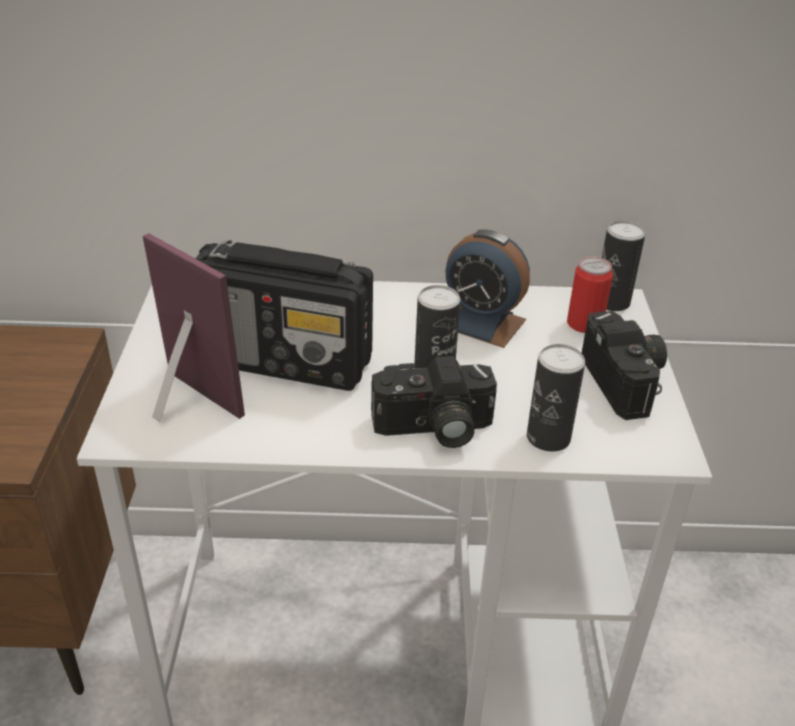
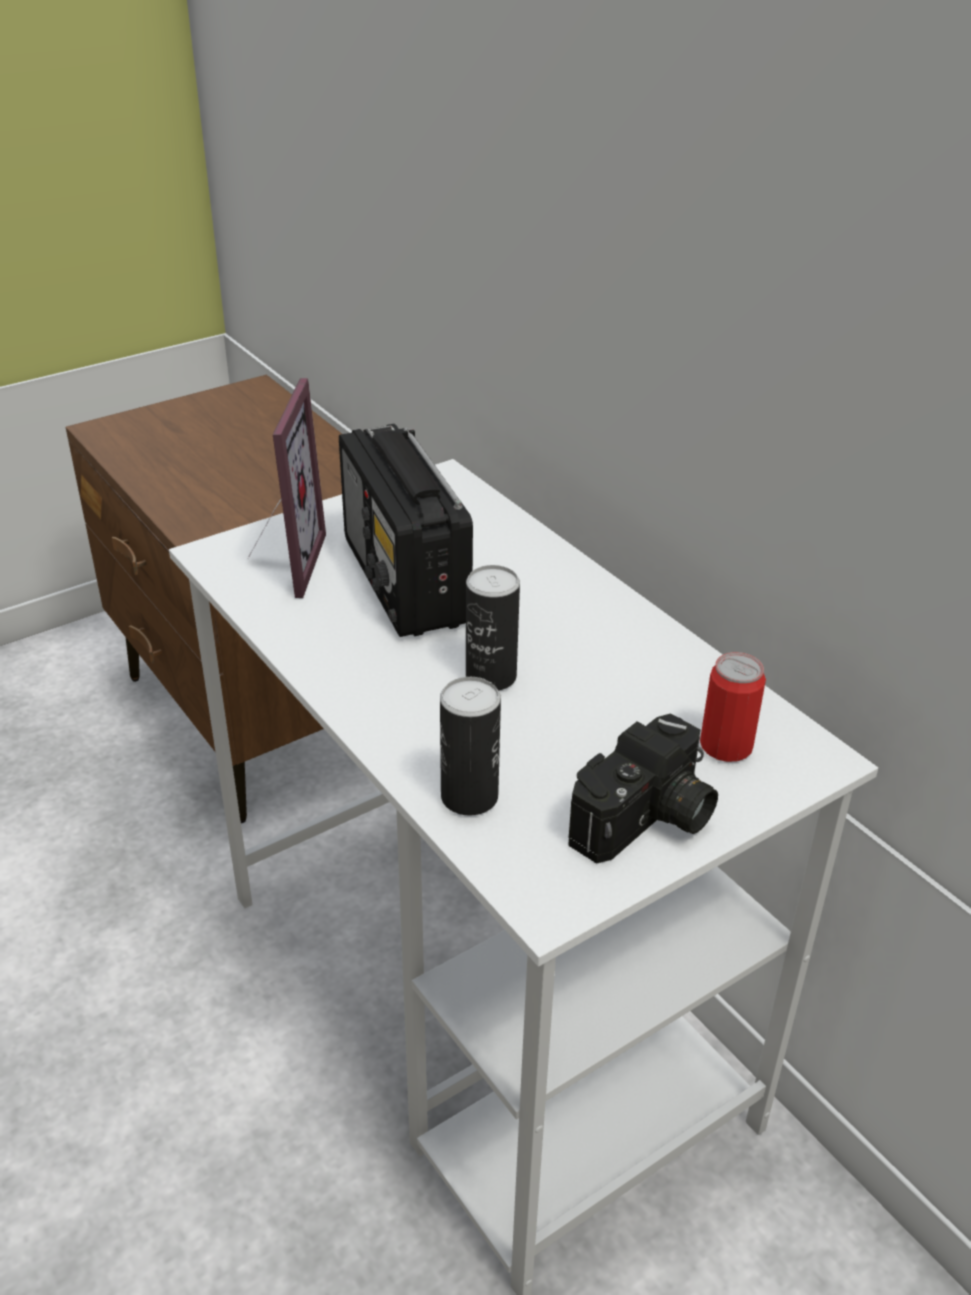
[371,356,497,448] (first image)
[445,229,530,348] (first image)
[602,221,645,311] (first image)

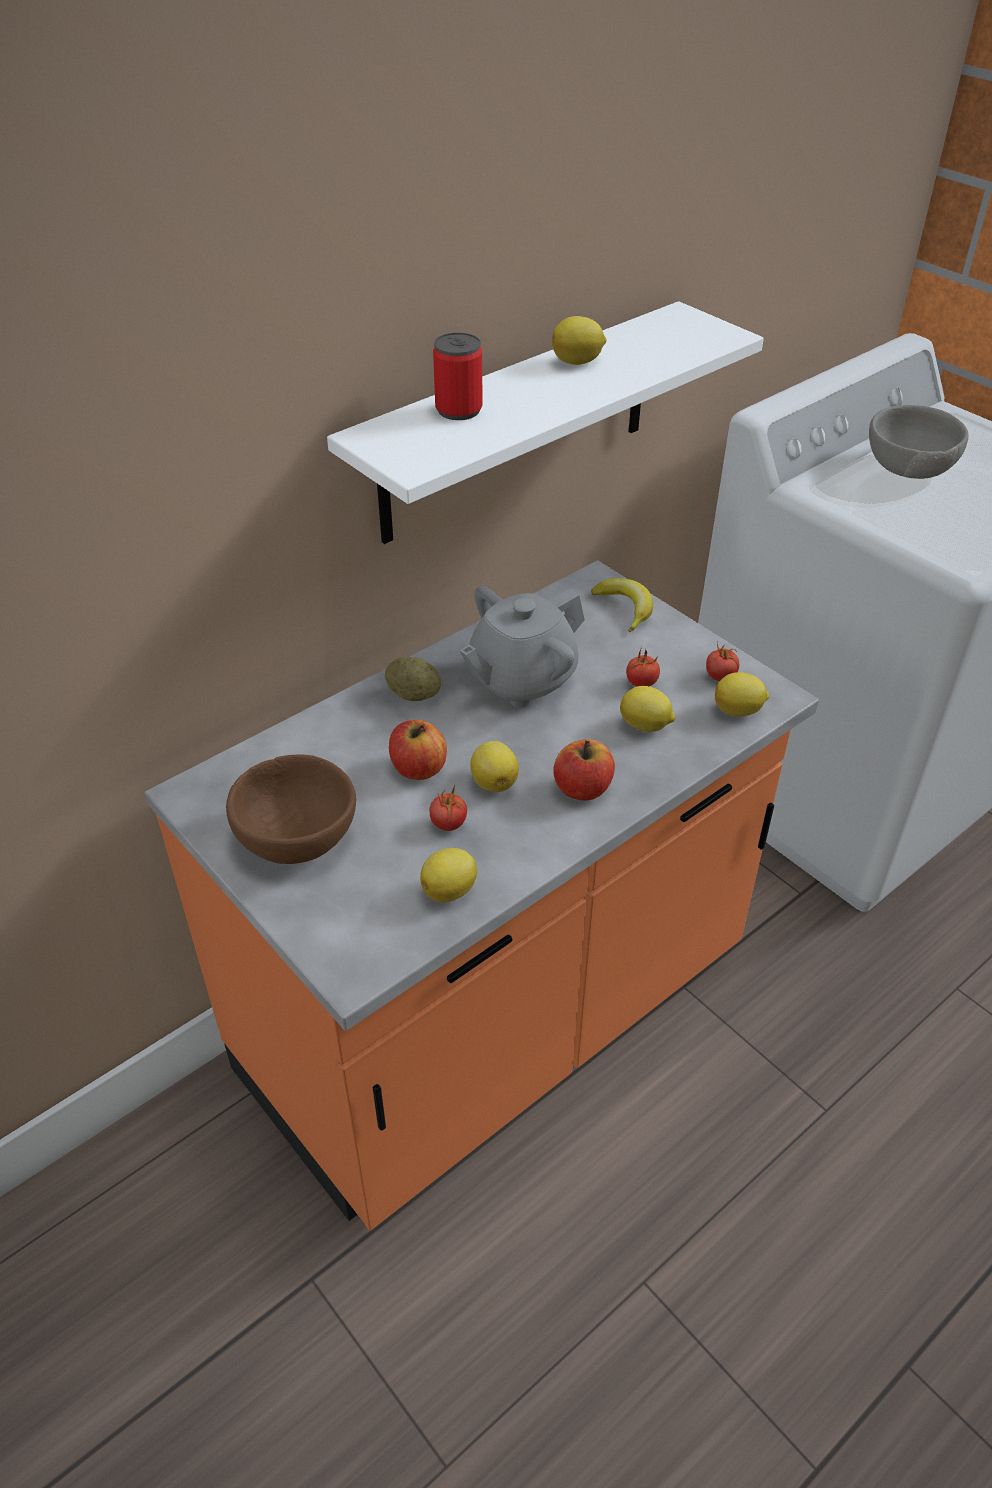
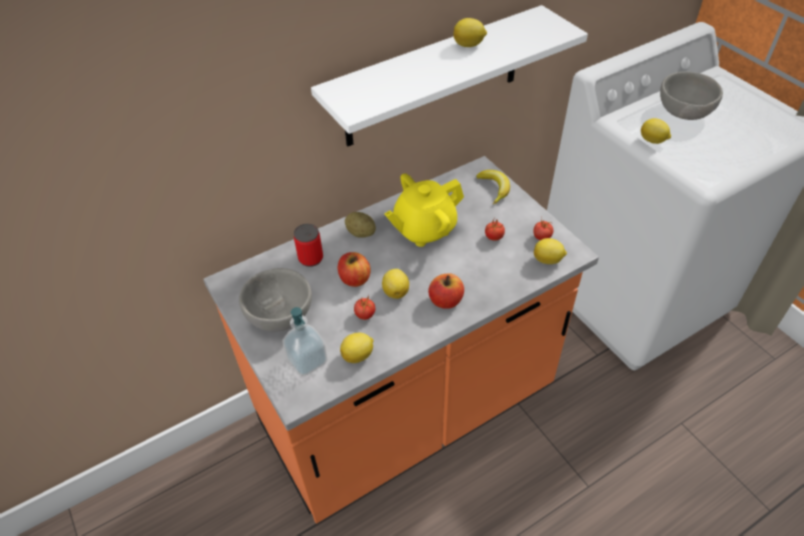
[239,268,312,332]
[294,224,323,267]
[384,173,464,247]
[641,118,671,144]
[283,307,327,376]

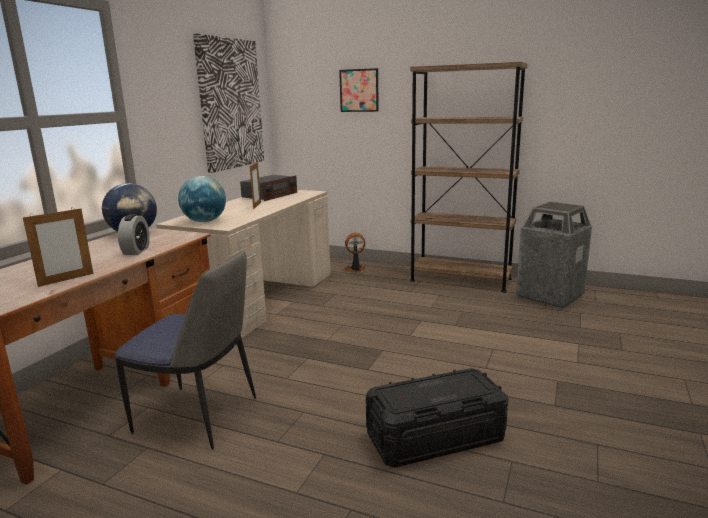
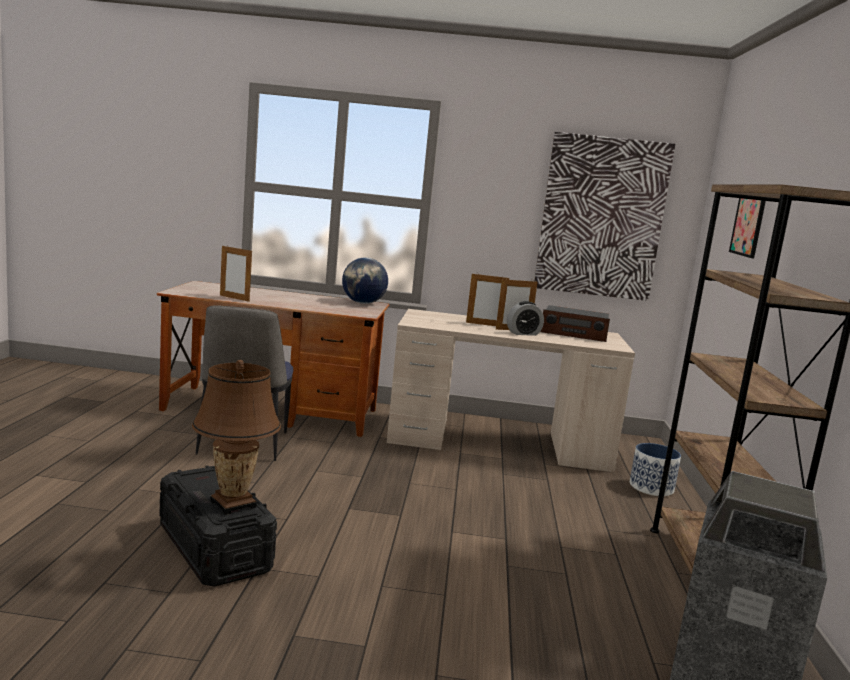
[507,301,544,336]
[178,176,226,222] (first image)
[630,443,681,496]
[192,360,281,515]
[466,273,509,326]

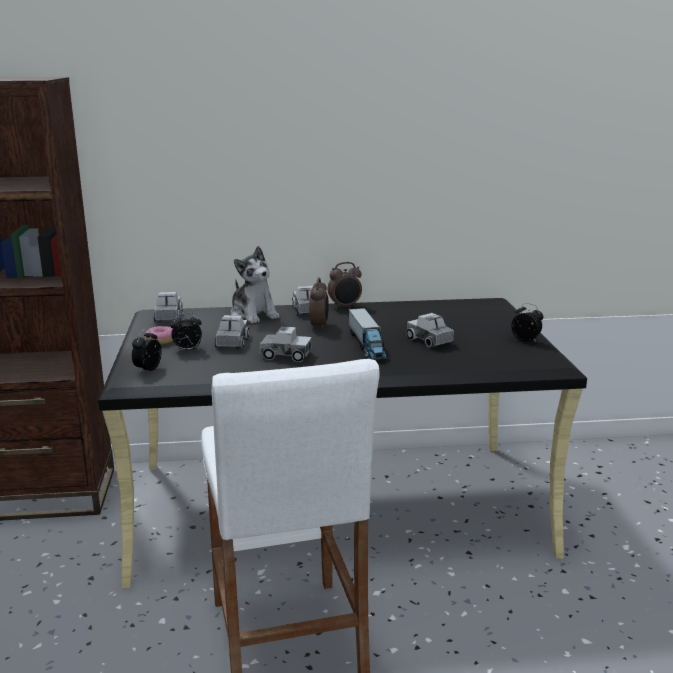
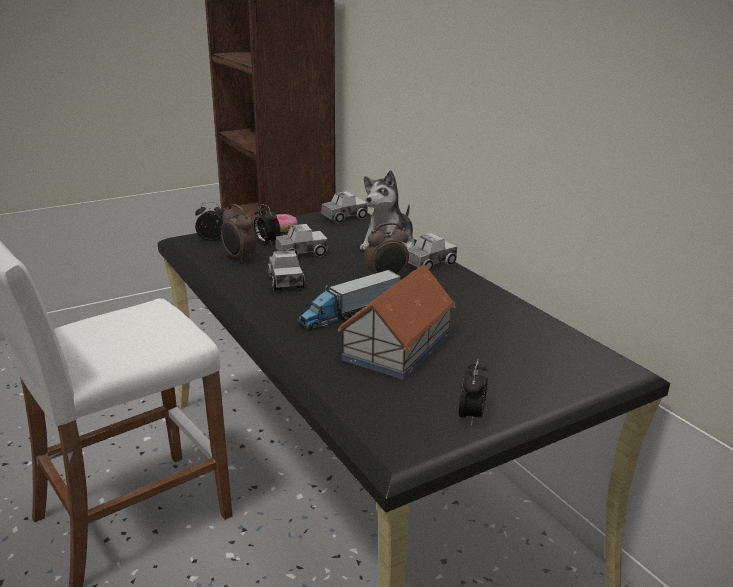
[221,204,256,263]
[338,264,456,380]

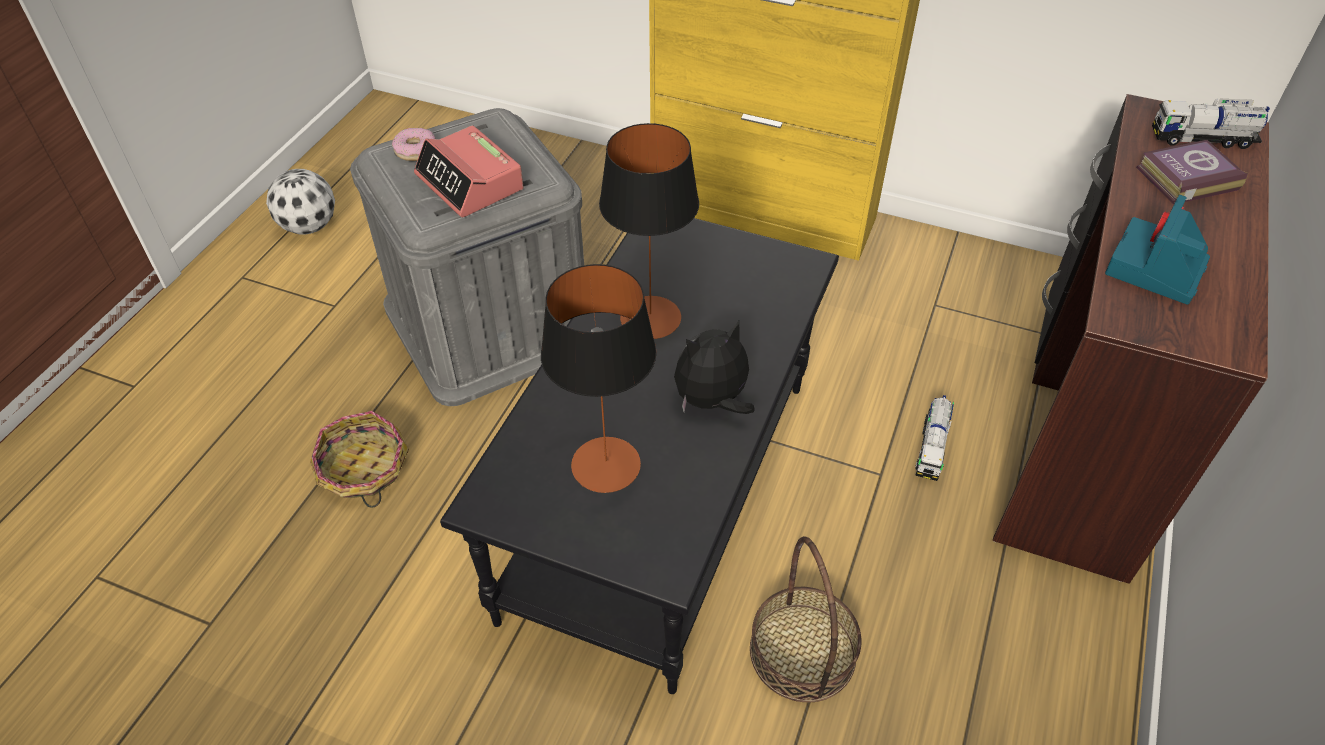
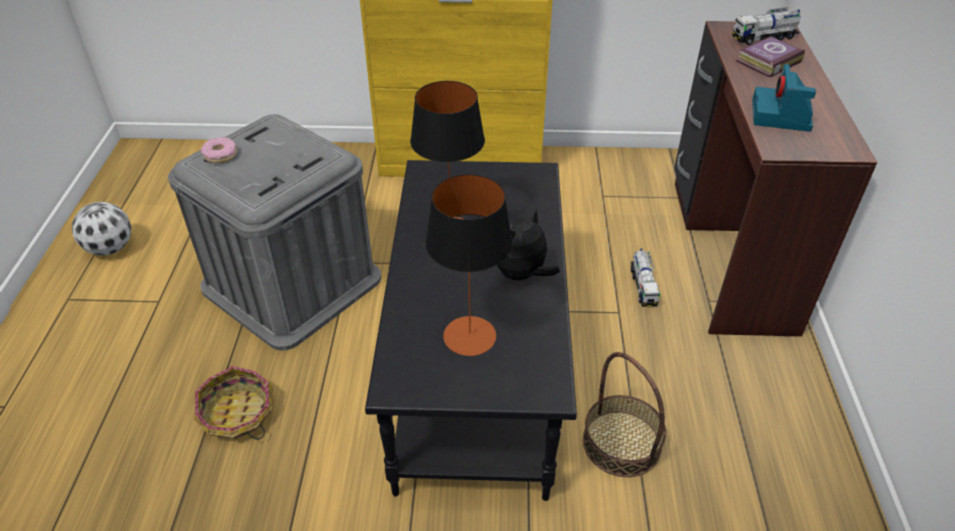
[414,125,524,217] (first image)

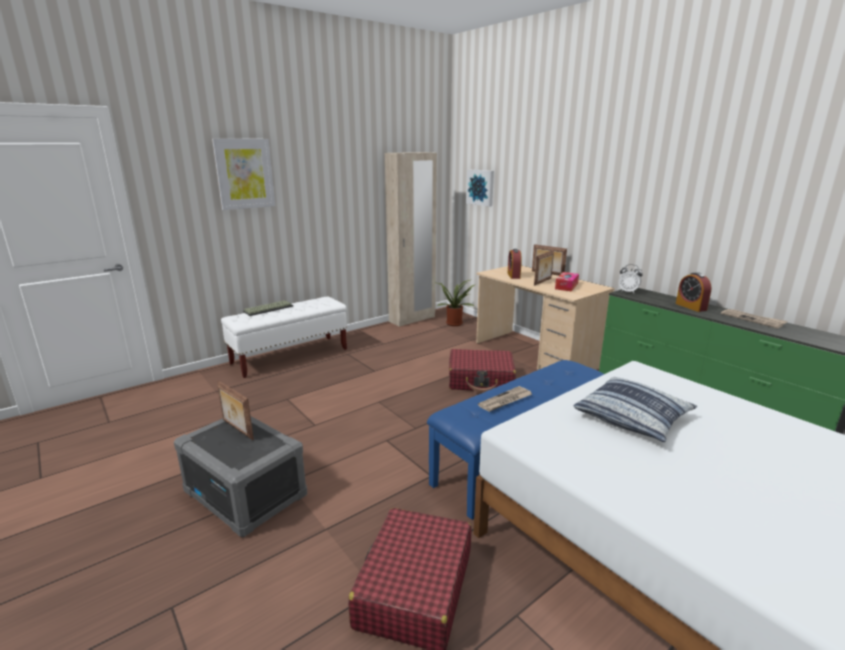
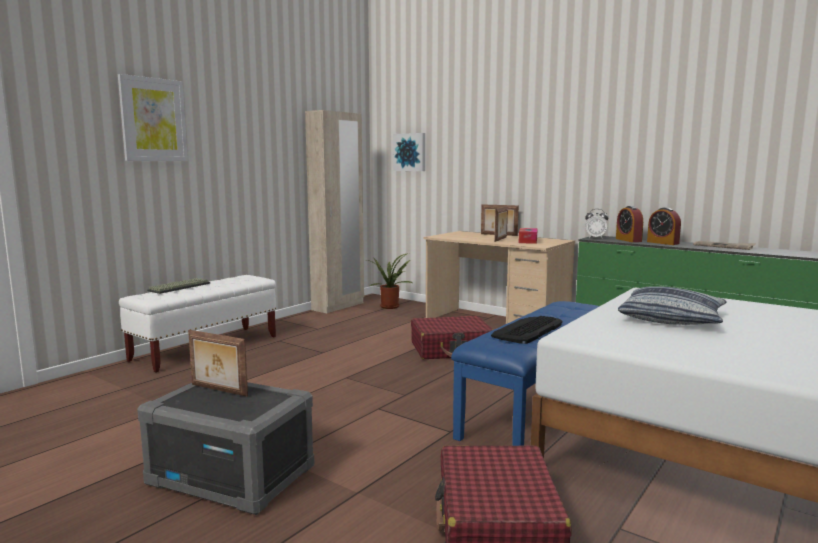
[491,316,562,344]
[616,206,643,242]

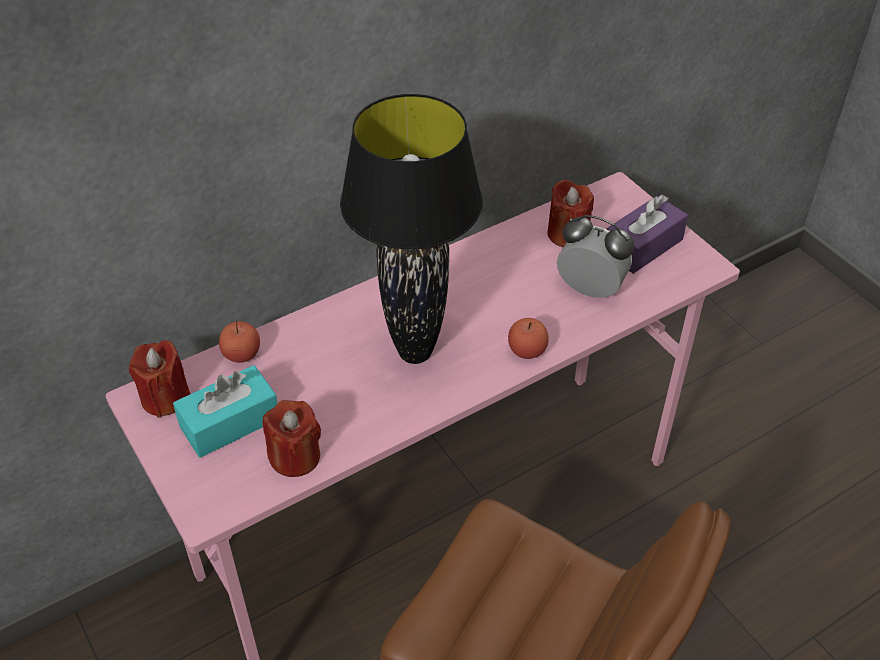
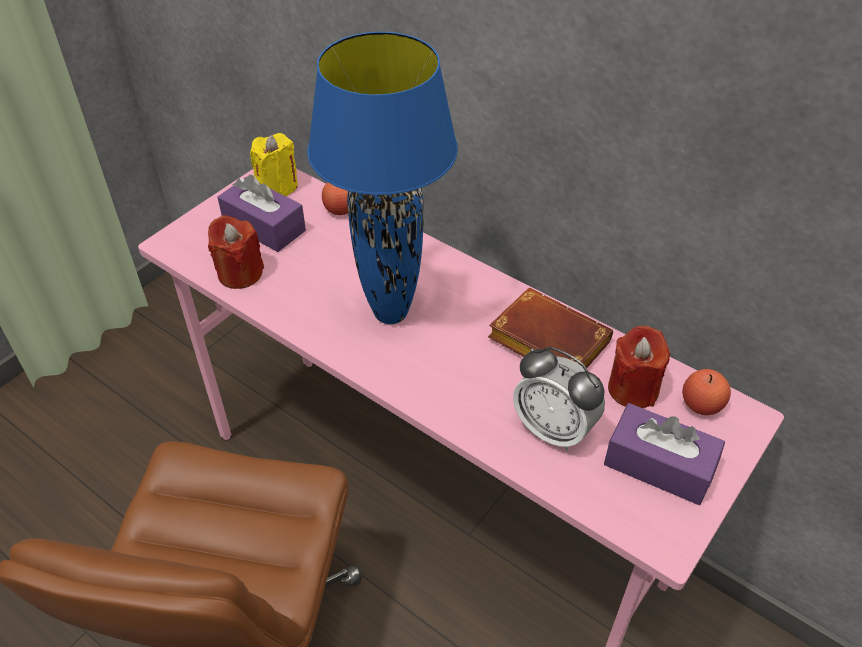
[250,133,298,196]
[218,175,306,252]
[307,32,458,324]
[682,369,731,415]
[513,347,605,451]
[488,288,613,368]

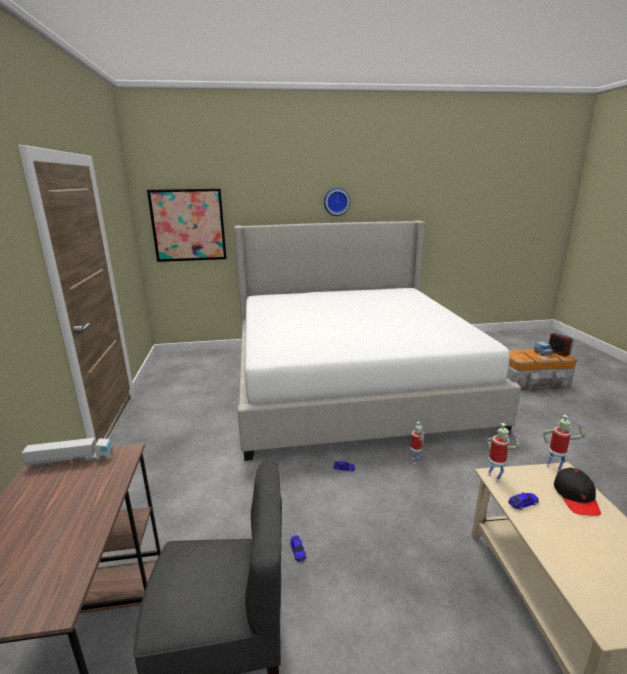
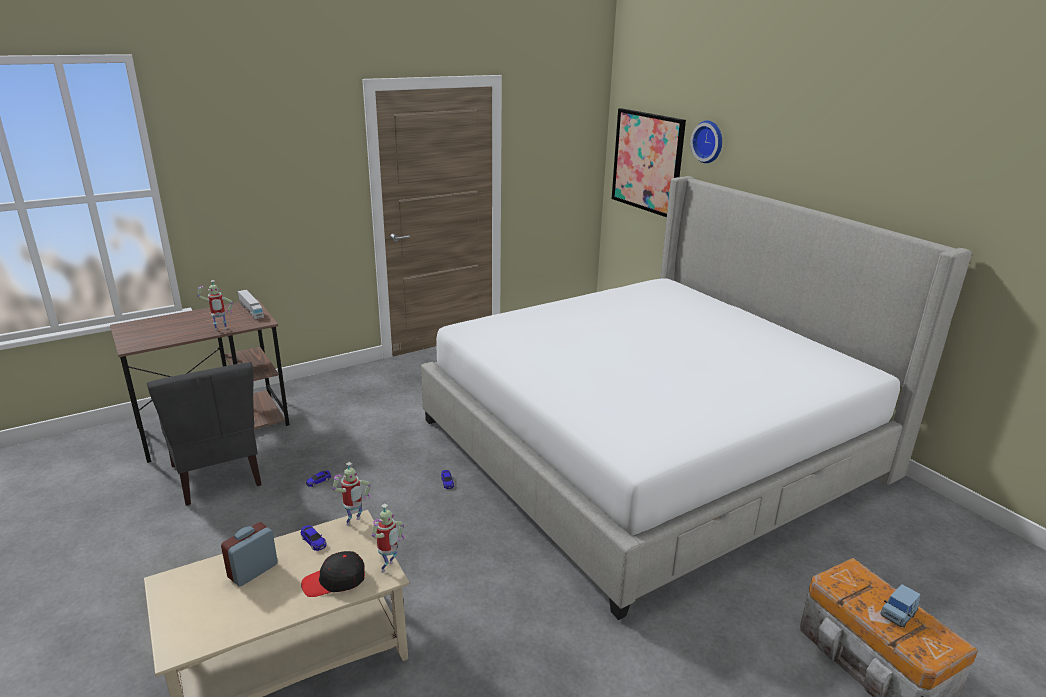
[690,121,722,163]
[197,280,233,330]
[221,522,278,587]

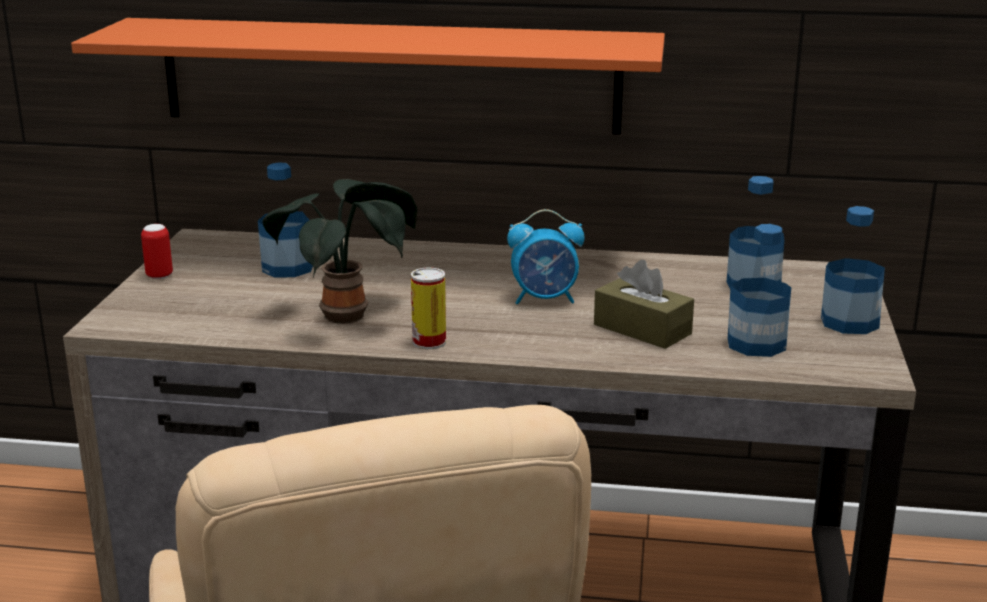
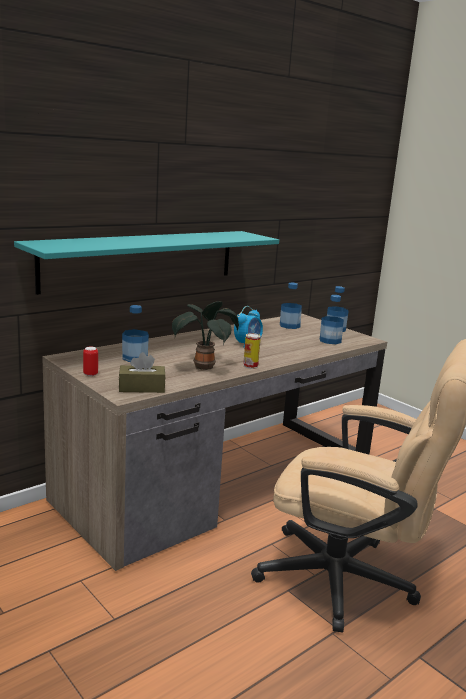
[14,231,279,295]
[119,352,166,393]

